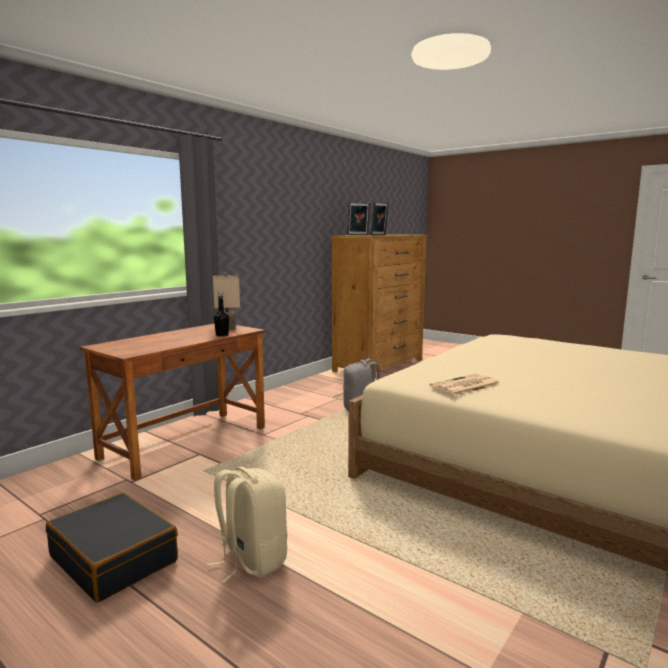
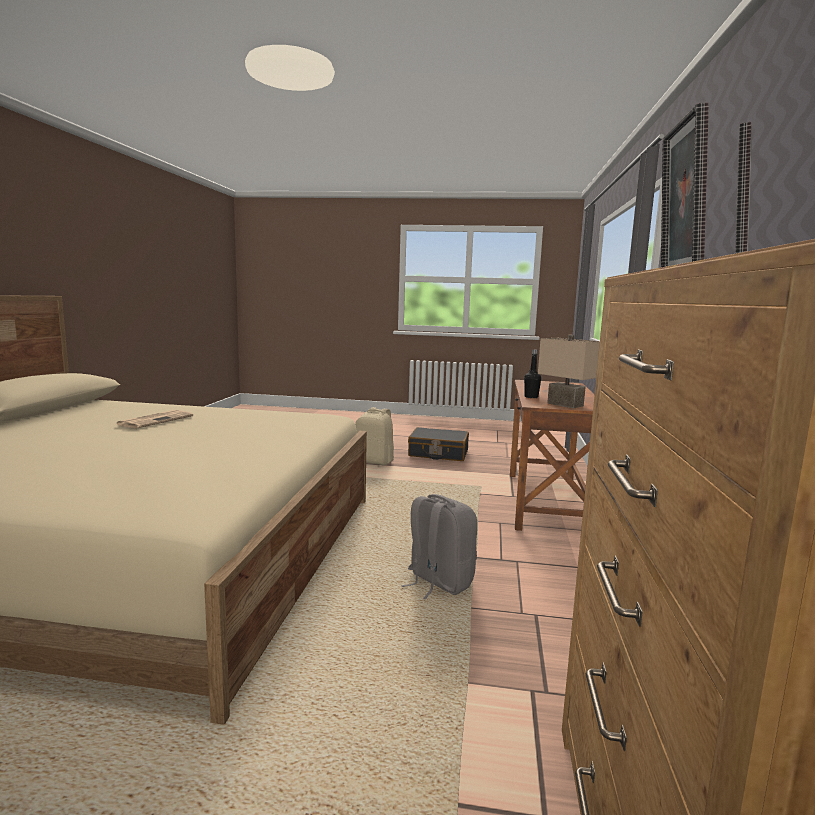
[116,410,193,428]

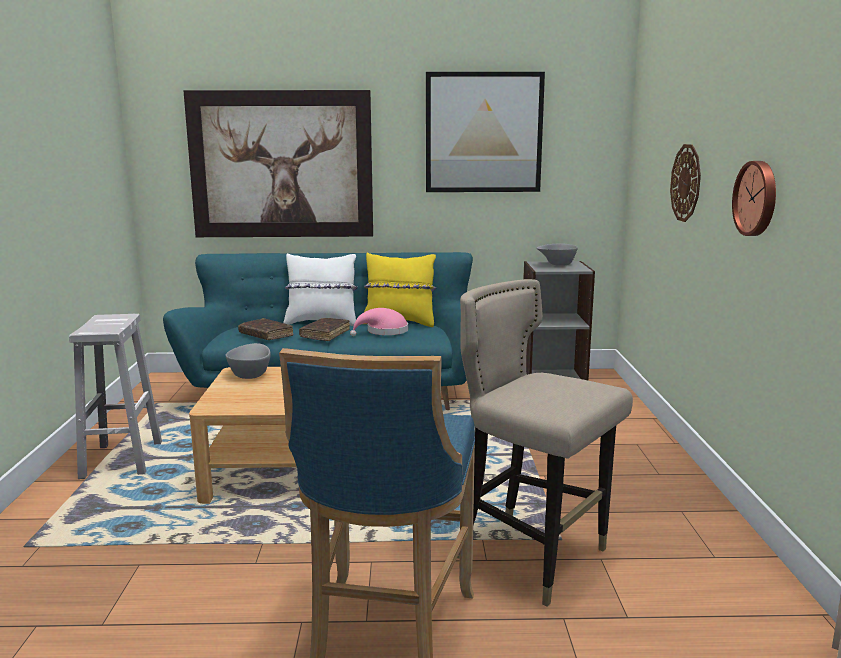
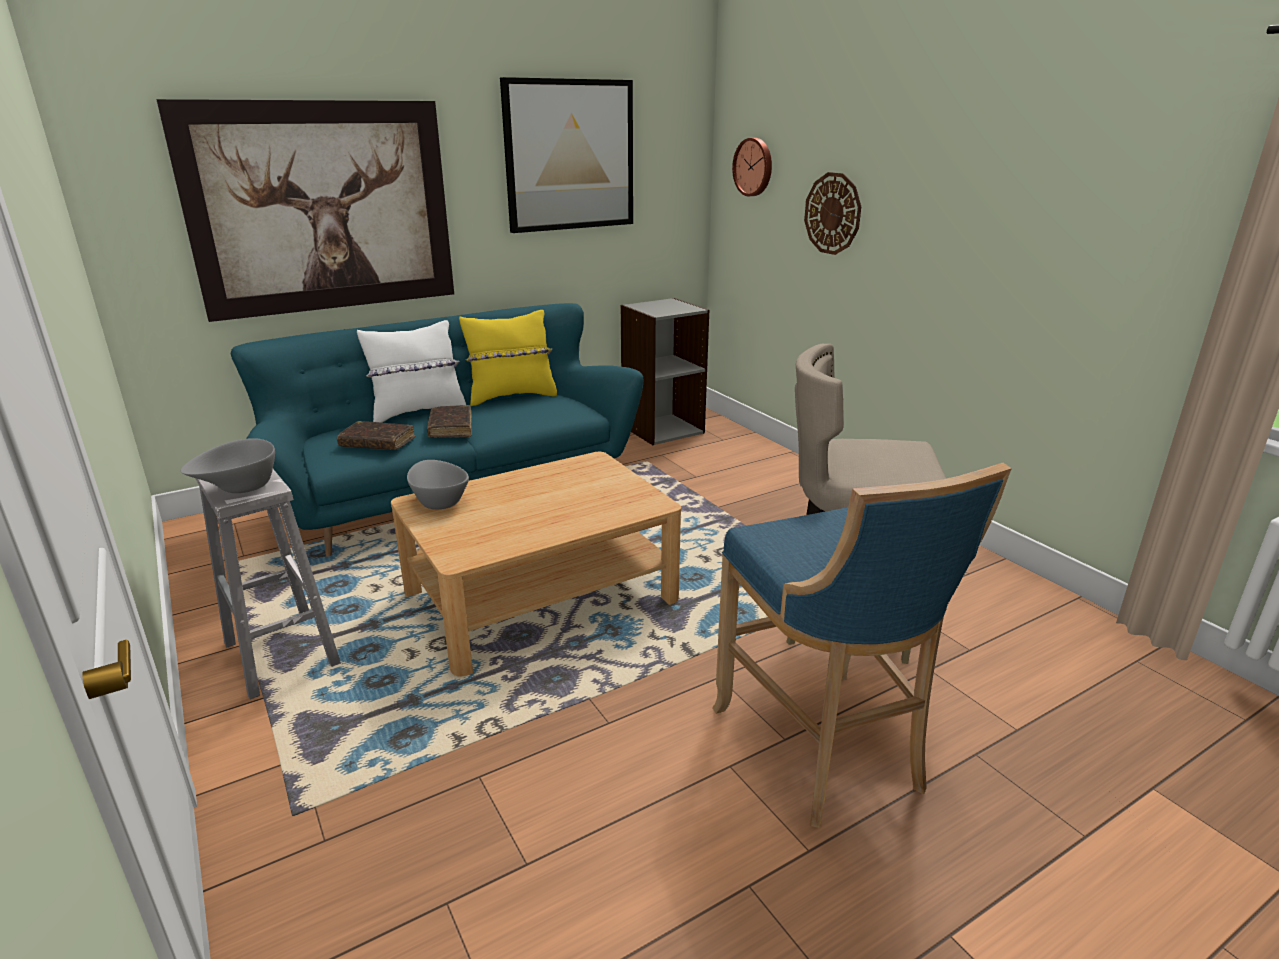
[350,308,408,336] (first image)
[181,438,275,493]
[732,138,772,196]

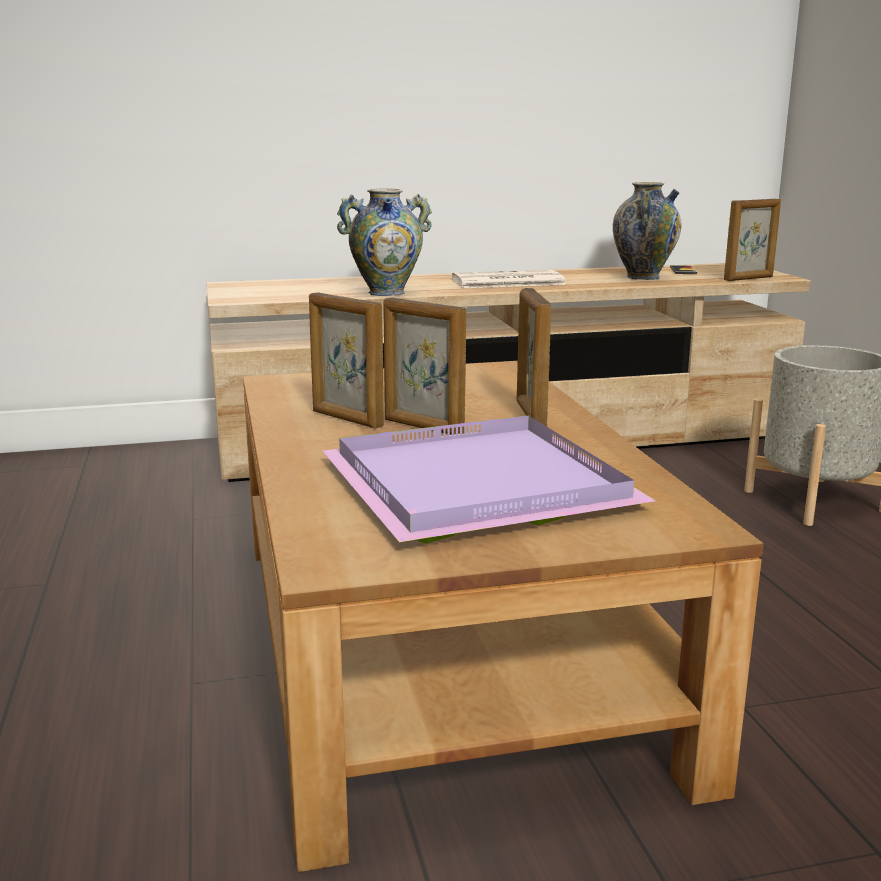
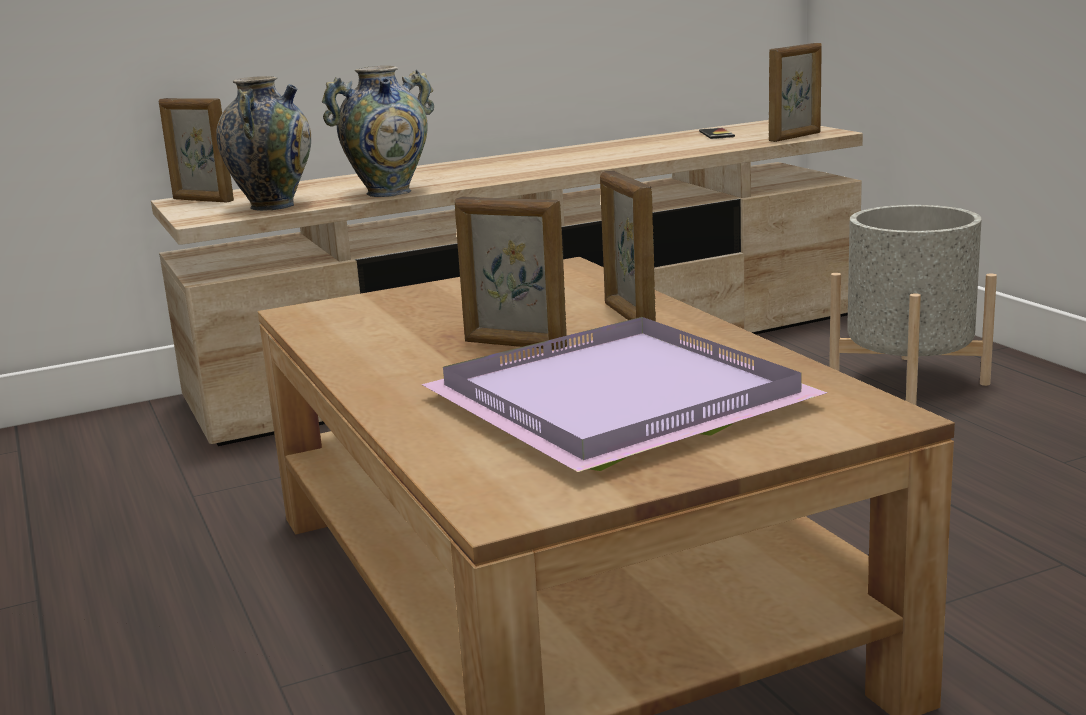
[159,98,234,202]
[452,270,567,288] (first image)
[216,76,311,211]

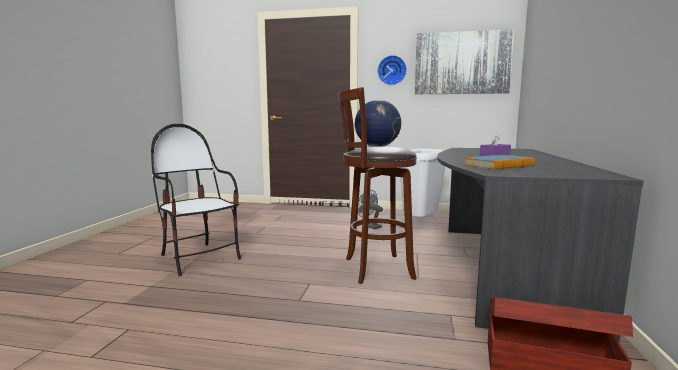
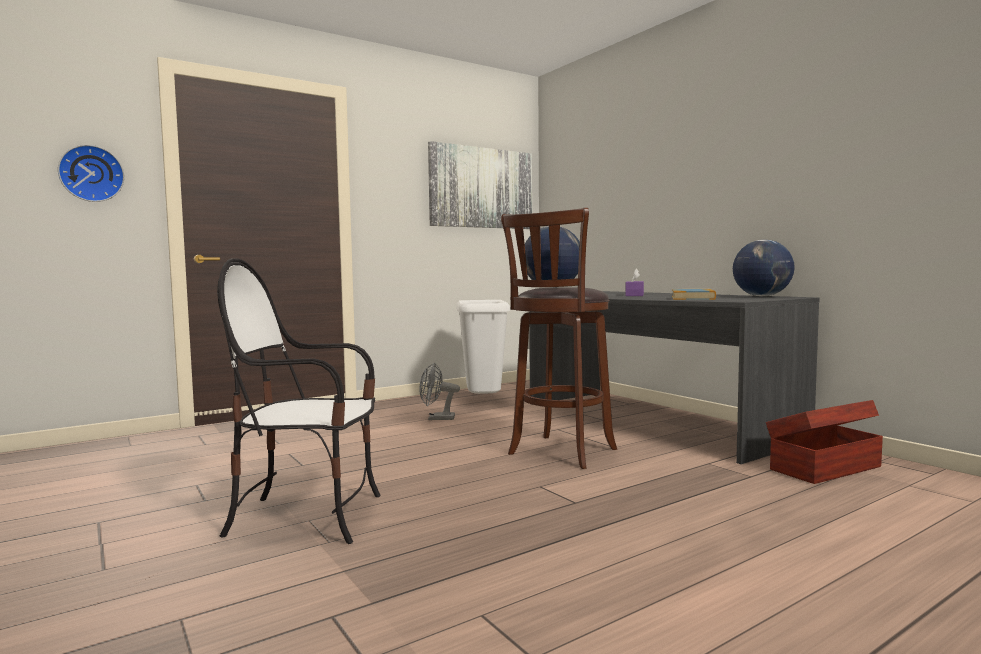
[58,145,125,202]
[733,240,795,296]

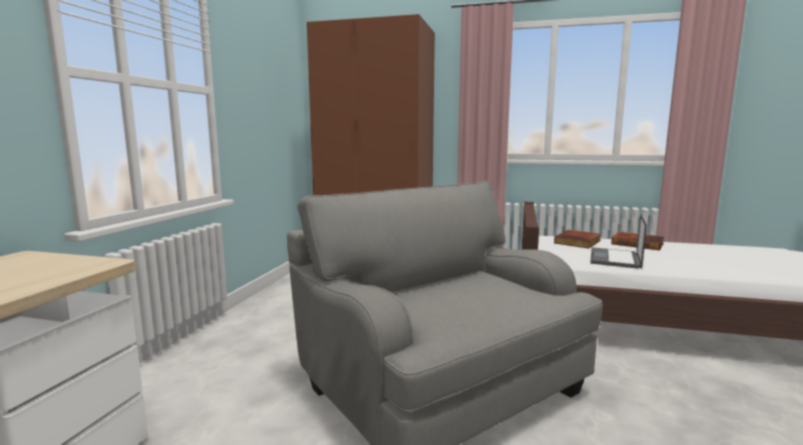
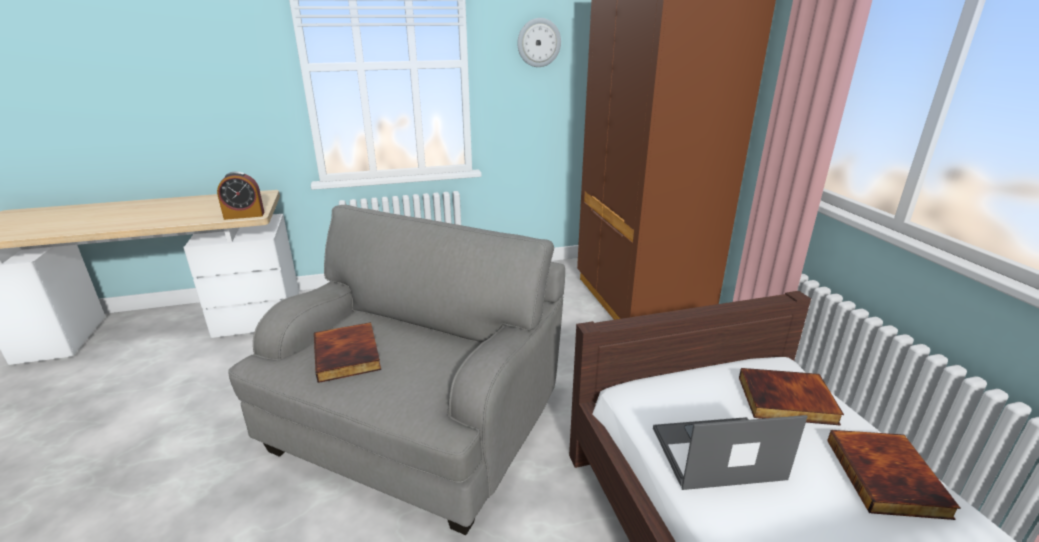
[217,171,264,220]
[314,322,381,383]
[517,18,561,67]

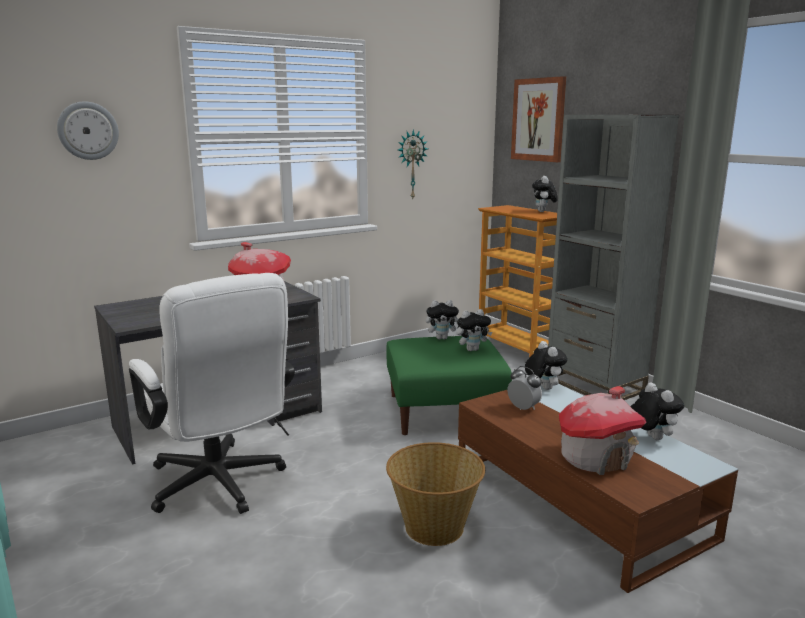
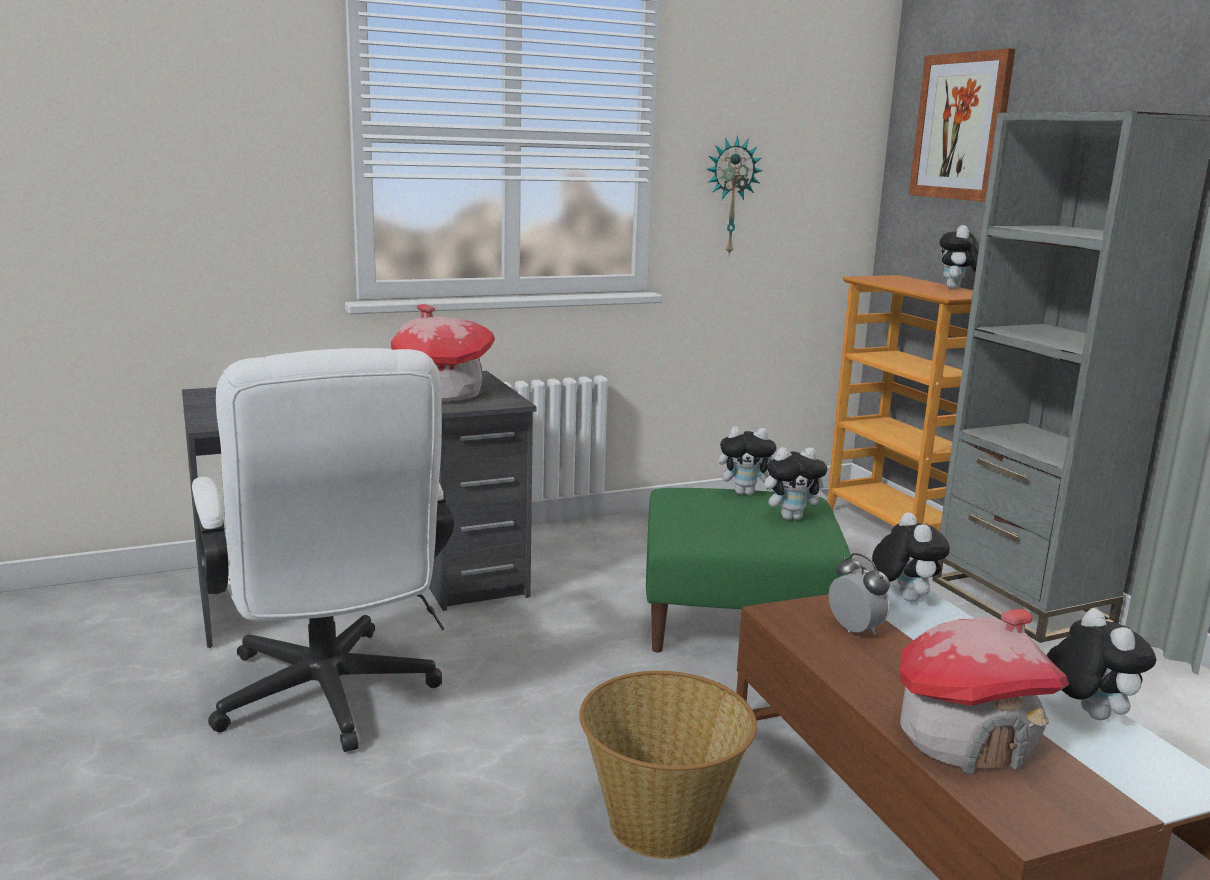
[57,102,119,160] (first image)

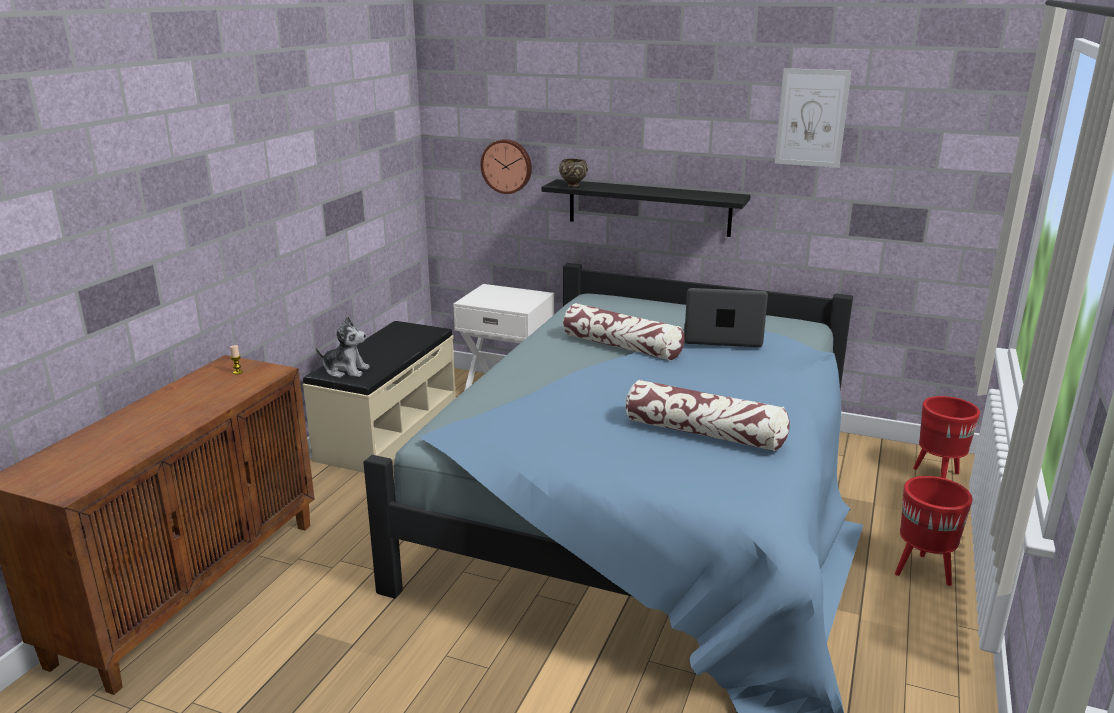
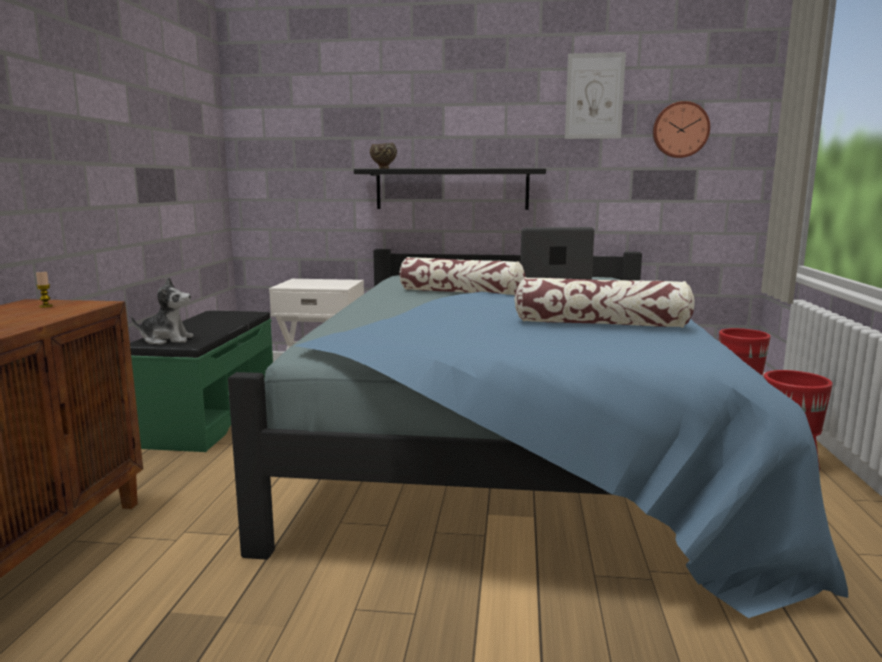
[130,311,273,452]
[653,101,710,158]

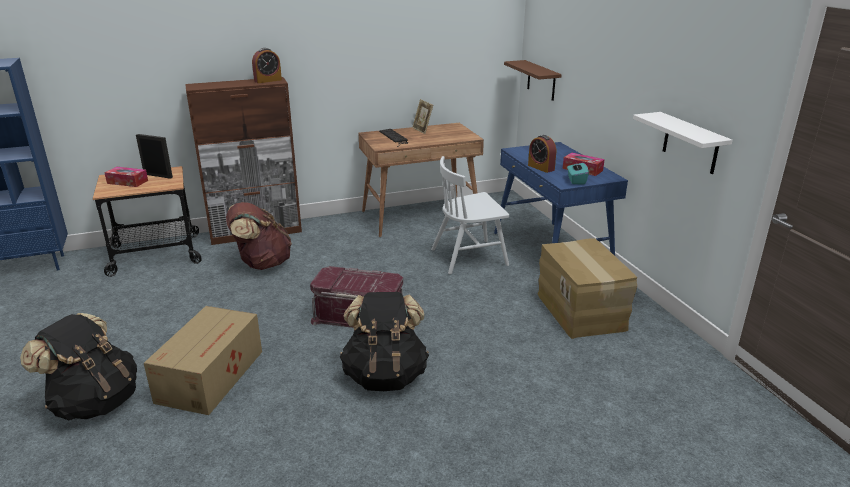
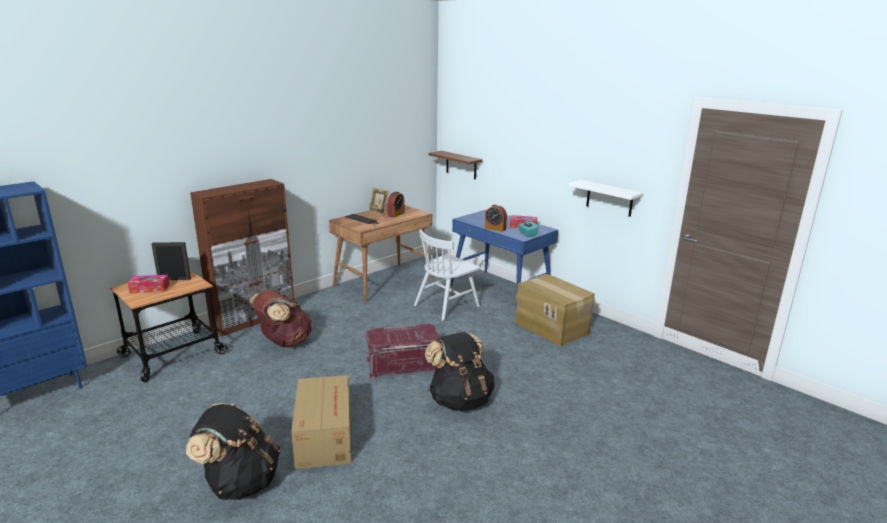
[387,191,405,218]

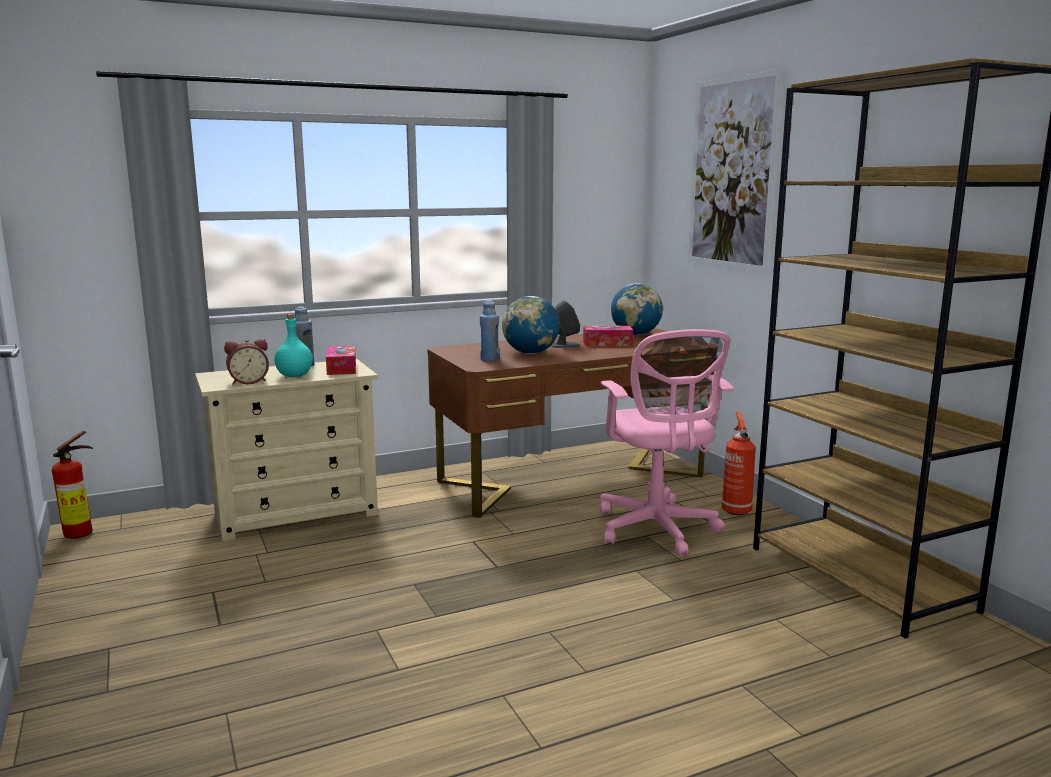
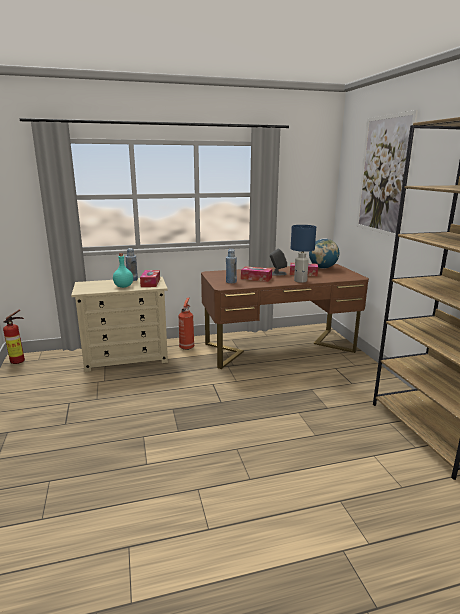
[224,339,269,384] (first image)
[241,266,272,282]
[600,329,734,556] (first image)
[179,298,194,350]
[291,225,316,283]

